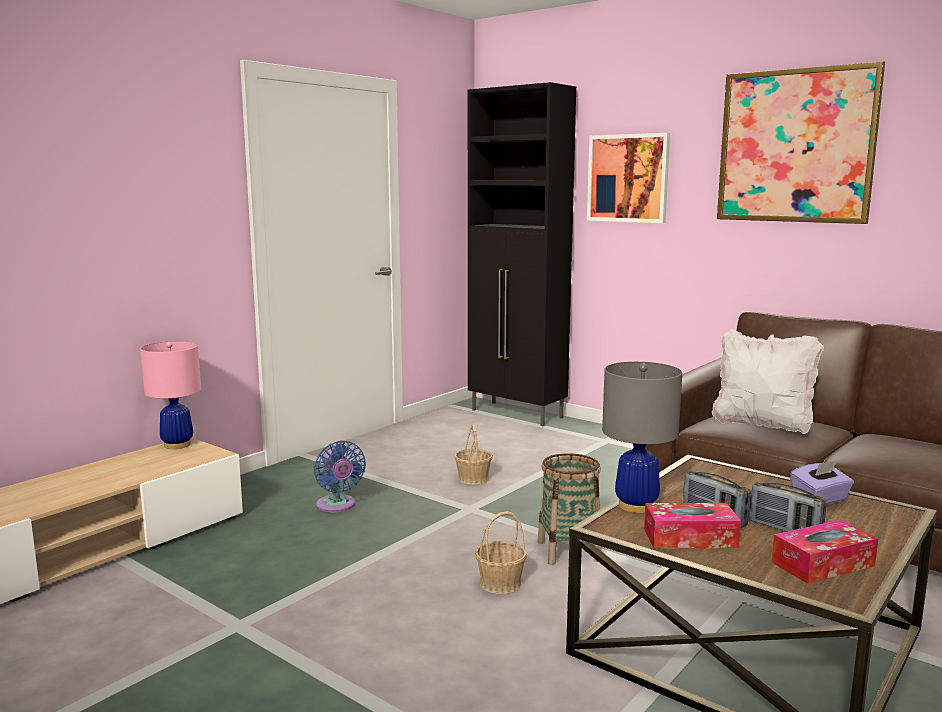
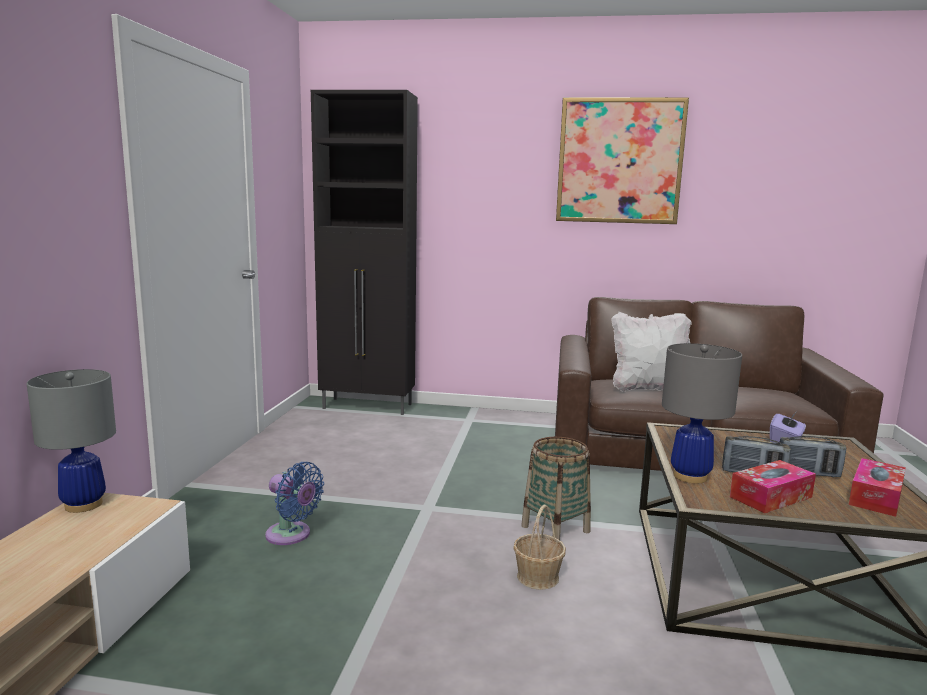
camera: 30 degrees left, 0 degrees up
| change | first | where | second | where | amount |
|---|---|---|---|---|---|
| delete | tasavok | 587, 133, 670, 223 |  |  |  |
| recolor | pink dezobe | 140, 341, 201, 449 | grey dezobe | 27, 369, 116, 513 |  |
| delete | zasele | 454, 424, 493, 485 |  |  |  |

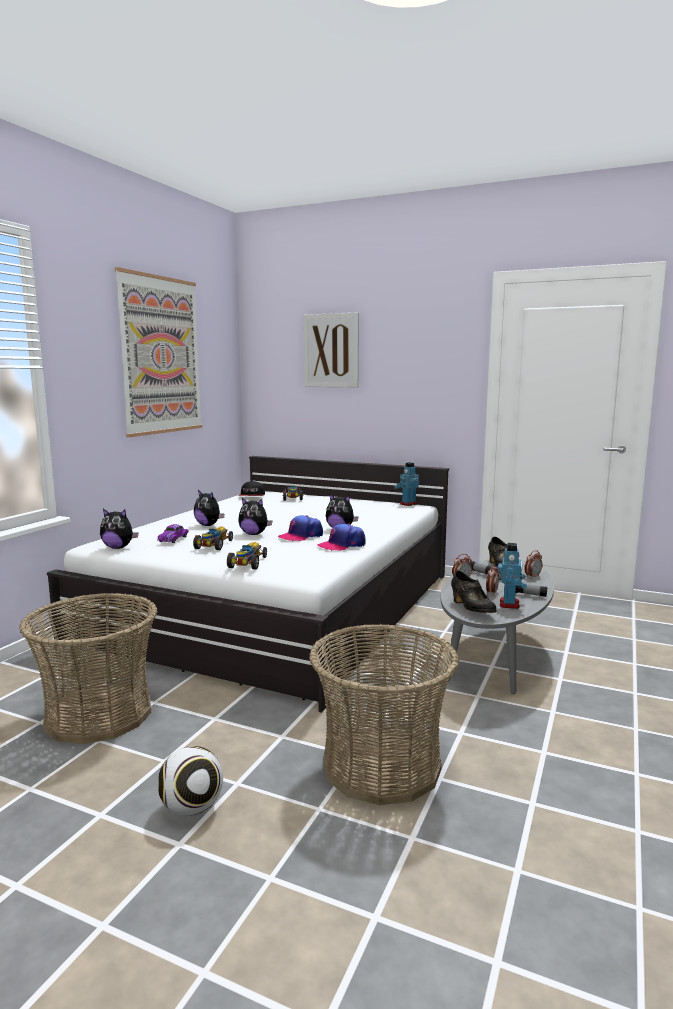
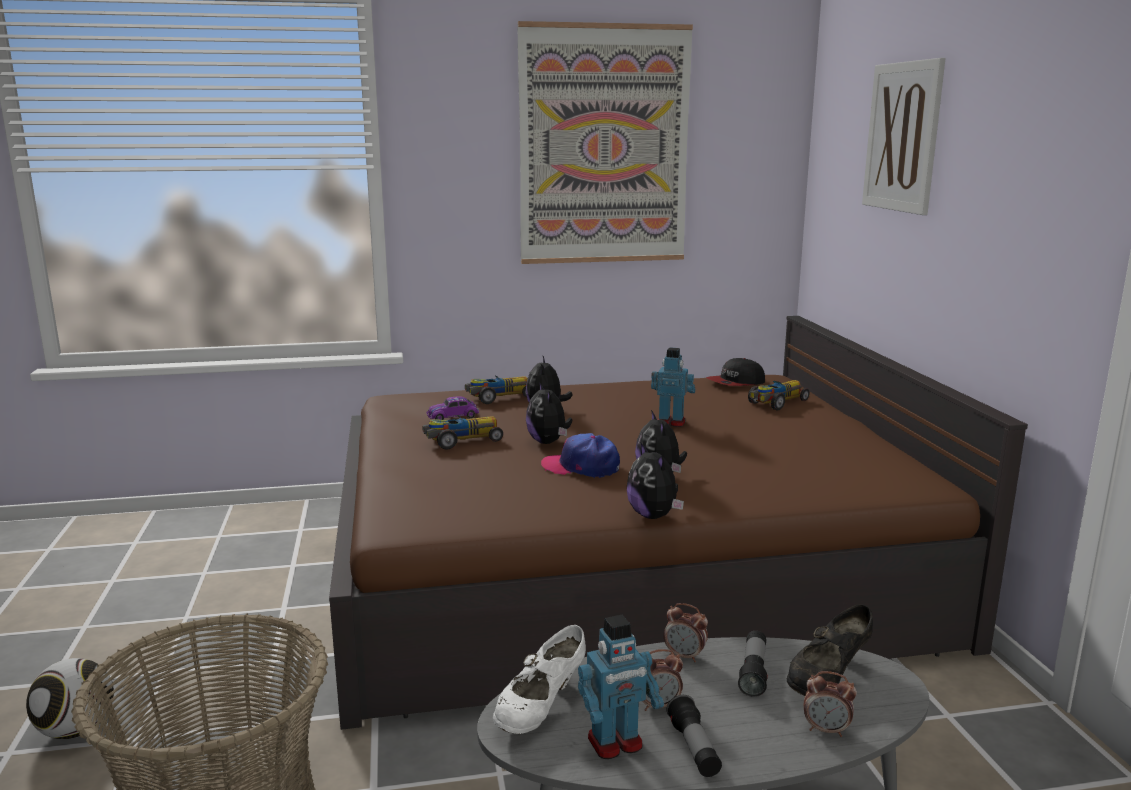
camera: 55 degrees right, 5 degrees up
| change | first | where | second | where | amount |
|---|---|---|---|---|---|
| recolor | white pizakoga | 47, 456, 449, 713 | brown pizakoga | 329, 316, 1028, 730 |  |
| move | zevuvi | 394, 462, 419, 506 |  | 651, 347, 695, 427 |  |
| move | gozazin | 100, 509, 139, 549 |  | 627, 442, 684, 519 |  |
| delete | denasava | 318, 523, 366, 551 |  |  |  |
| move | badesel | 227, 542, 267, 569 |  | 465, 375, 528, 404 |  |
| recolor | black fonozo | 451, 571, 496, 613 | white fonozo | 493, 625, 586, 734 |  |
| delete | zasele | 19, 593, 158, 744 |  |  |  |

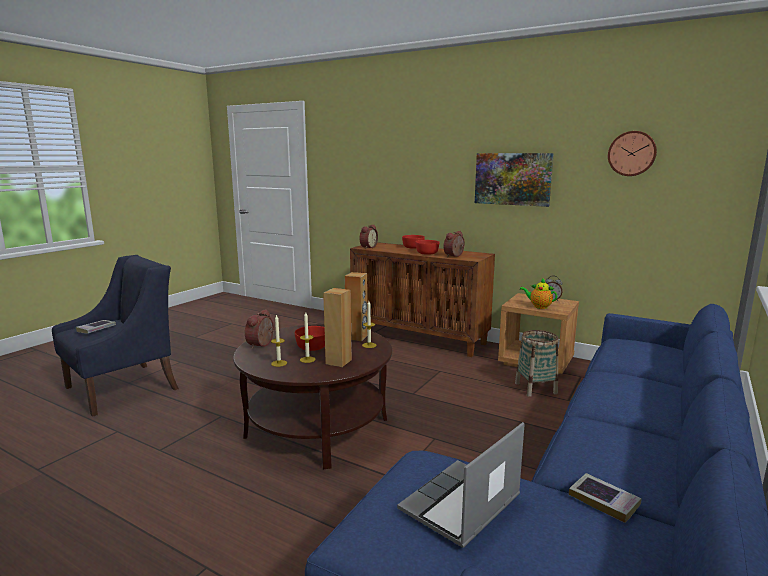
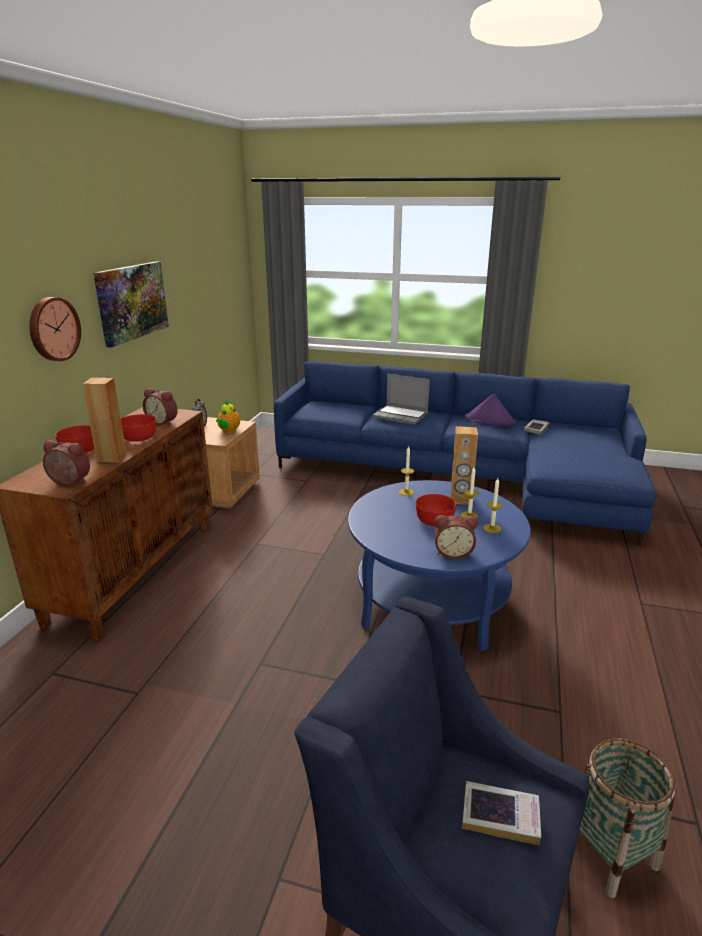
camera: 105 degrees left, 10 degrees up
| change | first | where | second | where | amount |
|---|---|---|---|---|---|
| move | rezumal | 608, 131, 657, 176 |  | 29, 297, 81, 361 |  |
| move | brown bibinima | 345, 272, 367, 341 |  | 83, 378, 127, 463 |  |
| recolor | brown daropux | 233, 324, 392, 469 | blue daropux | 348, 480, 531, 651 |  |
| move | zasele | 515, 330, 559, 397 |  | 580, 738, 676, 898 |  |
| move | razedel | 397, 422, 525, 548 |  | 373, 374, 430, 425 |  |
| insert |  |  | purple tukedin | 465, 393, 516, 426 |  |

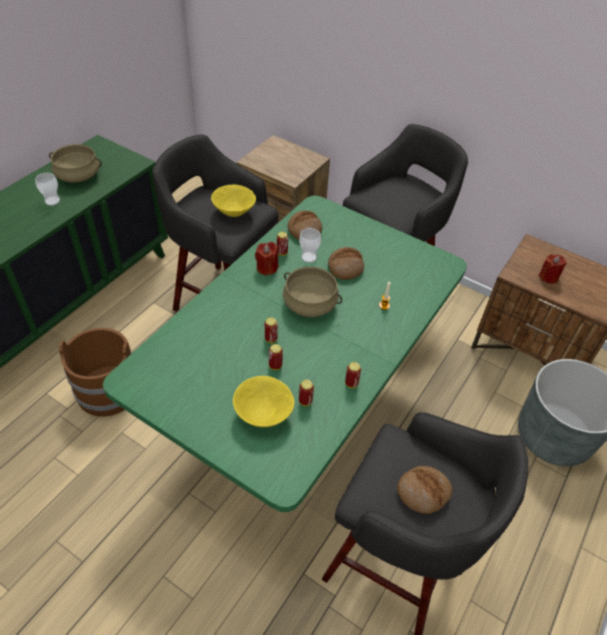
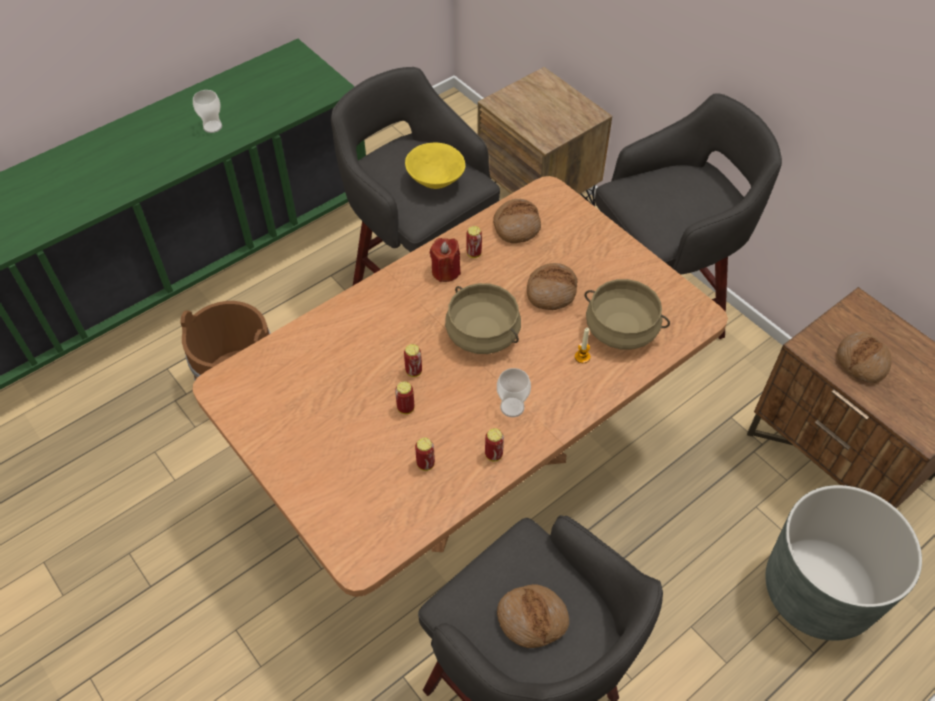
camera: 20 degrees right, 5 degrees up
| change | first | where | second | where | amount |
|---|---|---|---|---|---|
| move | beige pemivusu | 49, 144, 102, 183 |  | 584, 279, 670, 350 |  |
| recolor | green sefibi | 103, 196, 467, 512 | brown sefibi | 193, 176, 728, 597 |  |
| move | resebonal | 299, 228, 321, 263 |  | 497, 368, 531, 417 |  |
| replace | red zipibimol | 538, 254, 567, 284 | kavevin | 837, 332, 892, 383 |  |
| delete | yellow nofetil | 233, 376, 294, 427 |  |  |  |

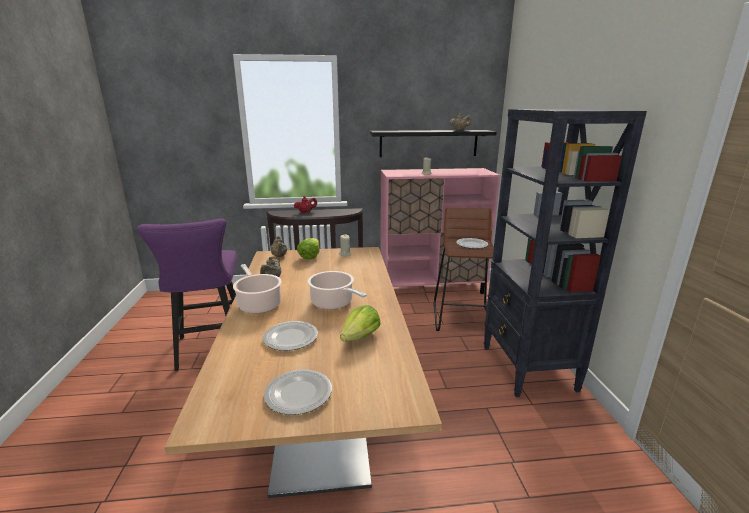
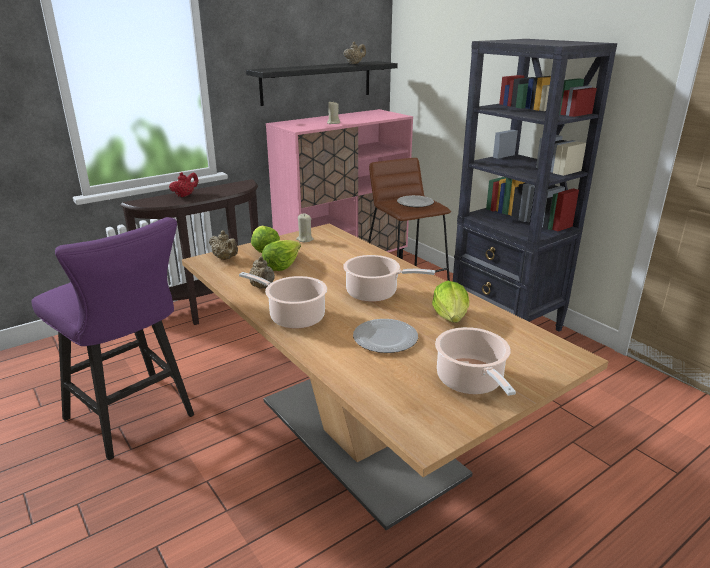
camera: 30 degrees left, 5 degrees up
| change | first | where | second | where | amount |
|---|---|---|---|---|---|
| replace | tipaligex | 264, 369, 332, 415 | pemivusu | 435, 327, 516, 396 |  |
| insert |  |  | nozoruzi | 262, 240, 301, 271 |  |

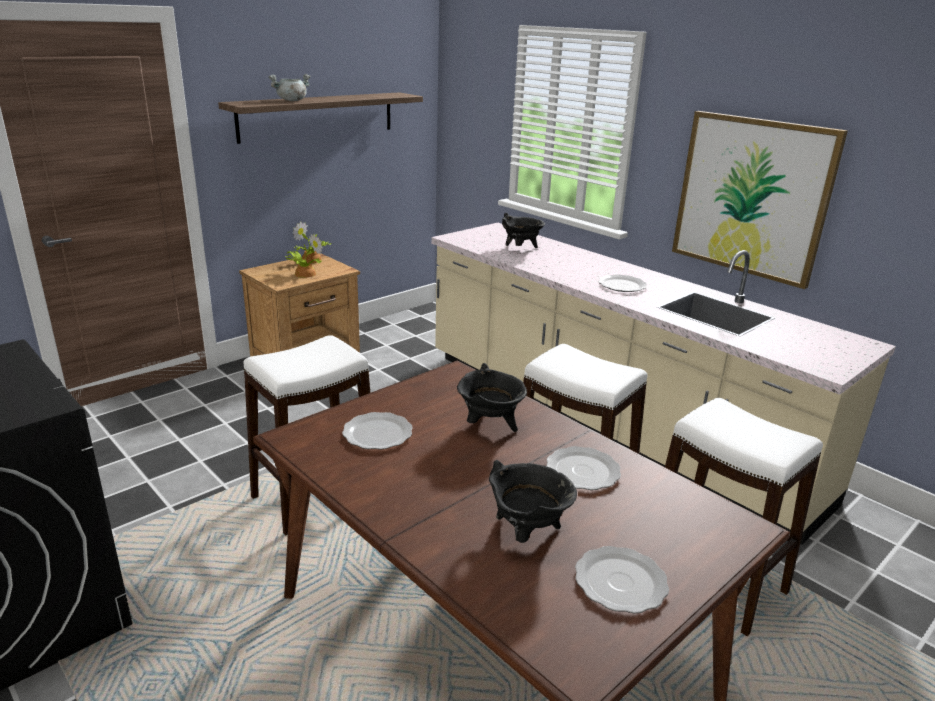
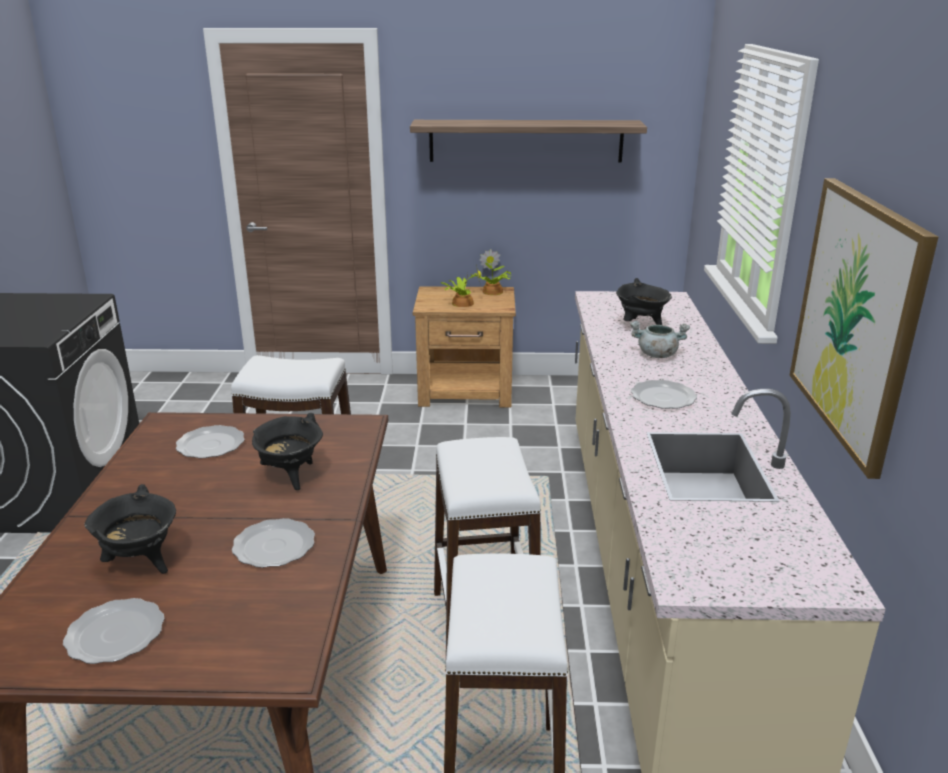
camera: 45 degrees right, 0 degrees up
| change | first | where | second | where | amount |
|---|---|---|---|---|---|
| move | grey pemivusu | 268, 74, 311, 101 |  | 630, 321, 690, 358 |  |

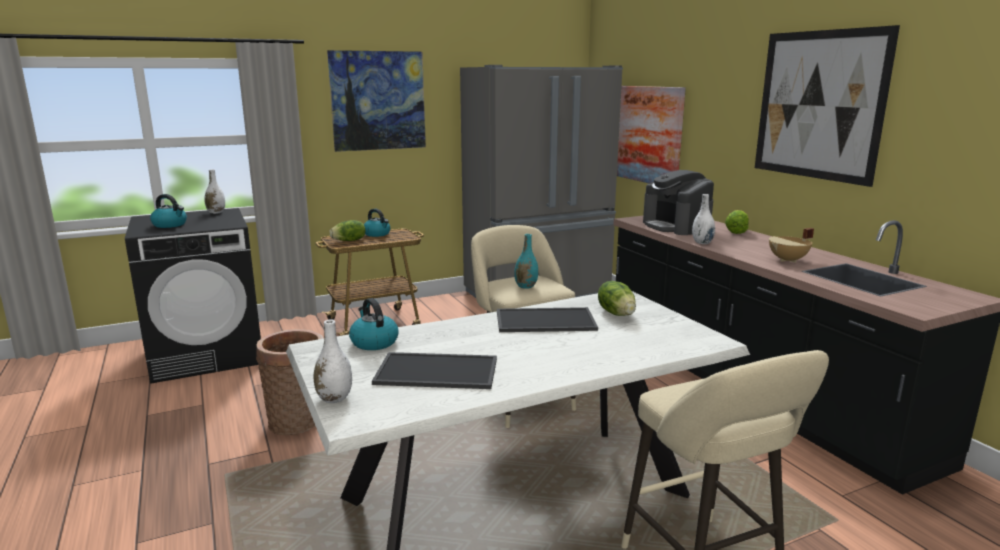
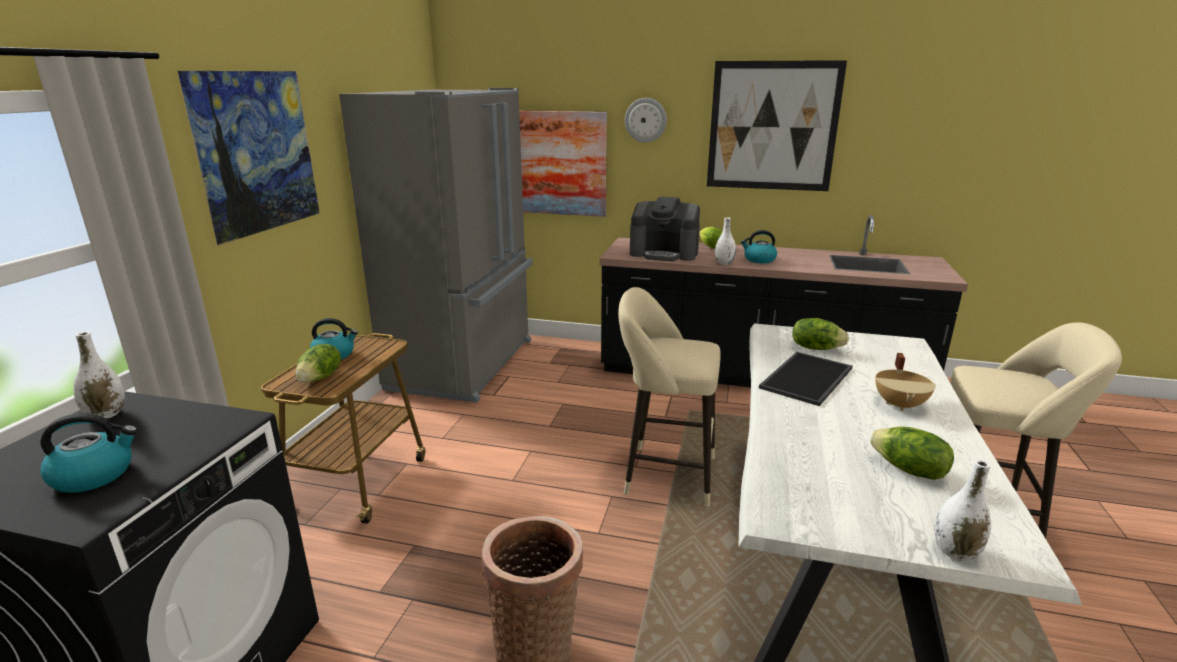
camera: 50 degrees left, 5 degrees up
| change | first | where | second | where | amount |
|---|---|---|---|---|---|
| move | beige pemivusu | 769, 228, 814, 263 |  | 875, 353, 936, 411 |  |
| delete | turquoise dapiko | 514, 234, 538, 289 |  |  |  |
| move | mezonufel | 349, 298, 399, 350 |  | 741, 230, 777, 263 |  |
| replace | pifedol | 372, 352, 497, 389 | nozoruzi | 870, 427, 954, 480 |  |
| insert |  |  | rezumal | 625, 98, 667, 142 |  |

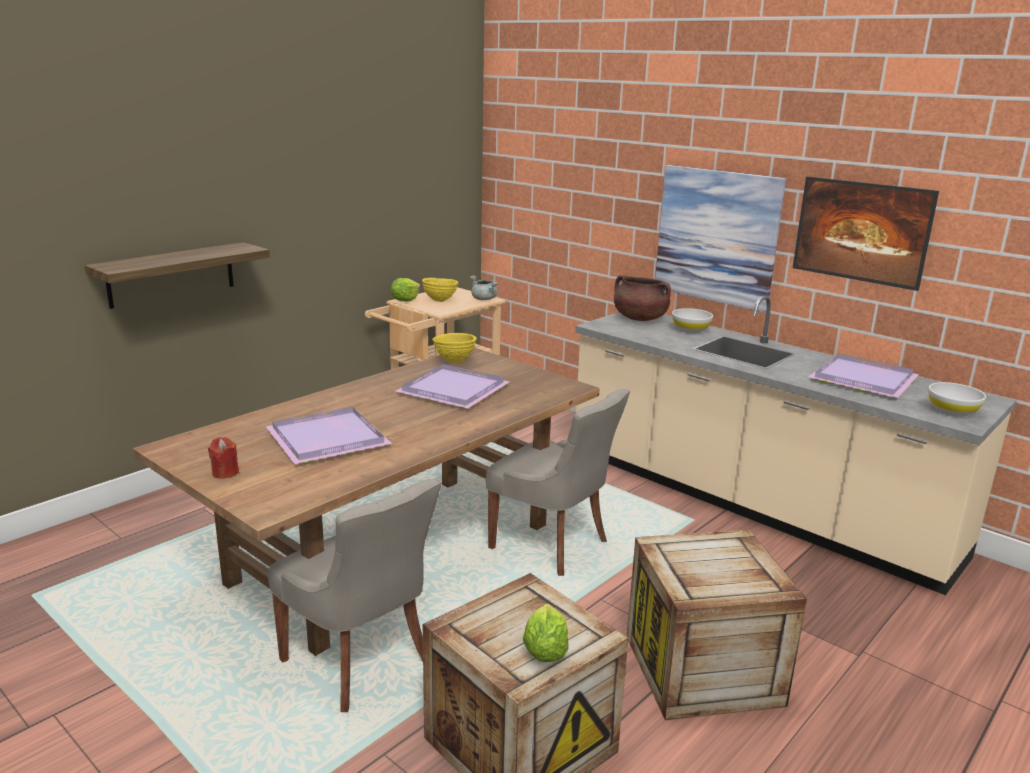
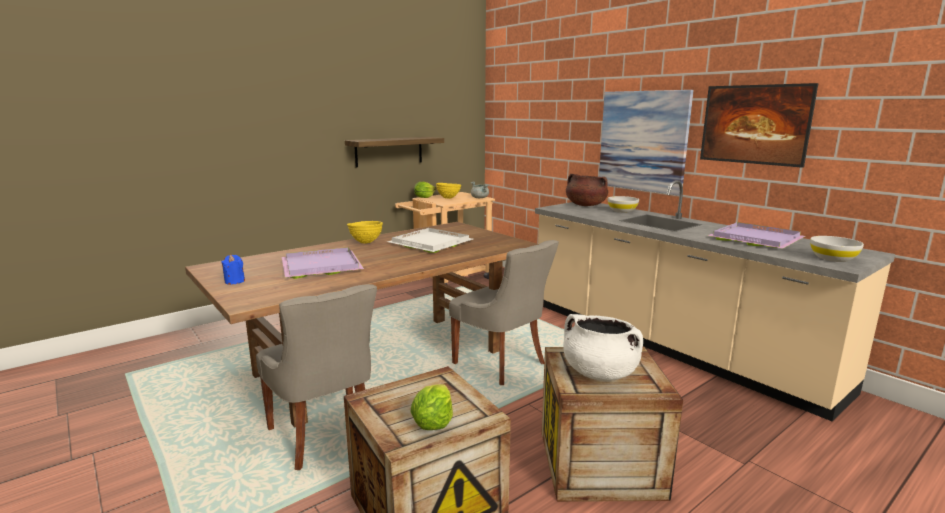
camera: 10 degrees right, 5 degrees down
| change | first | where | second | where | amount |
|---|---|---|---|---|---|
| move | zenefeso | 84, 242, 270, 309 |  | 345, 137, 444, 167 |  |
| move | yellow nofetil | 432, 333, 477, 363 |  | 347, 221, 383, 244 |  |
| recolor | purple pifedol | 395, 364, 509, 409 | white pifedol | 388, 228, 473, 253 |  |
| recolor | red zipibimol | 208, 437, 239, 479 | blue zipibimol | 221, 255, 245, 285 |  |
| insert |  |  | white pemivusu | 563, 314, 643, 381 |  |

